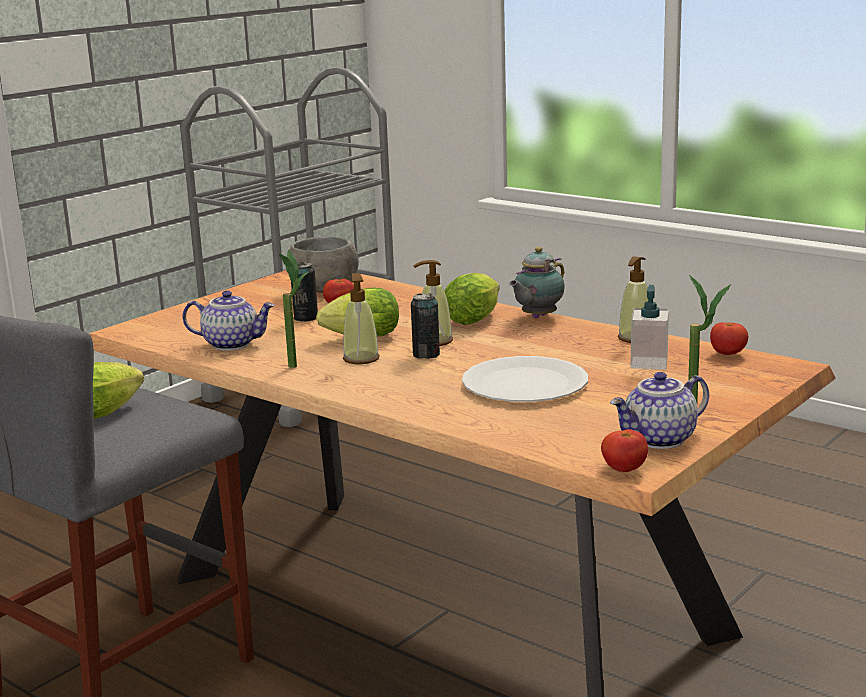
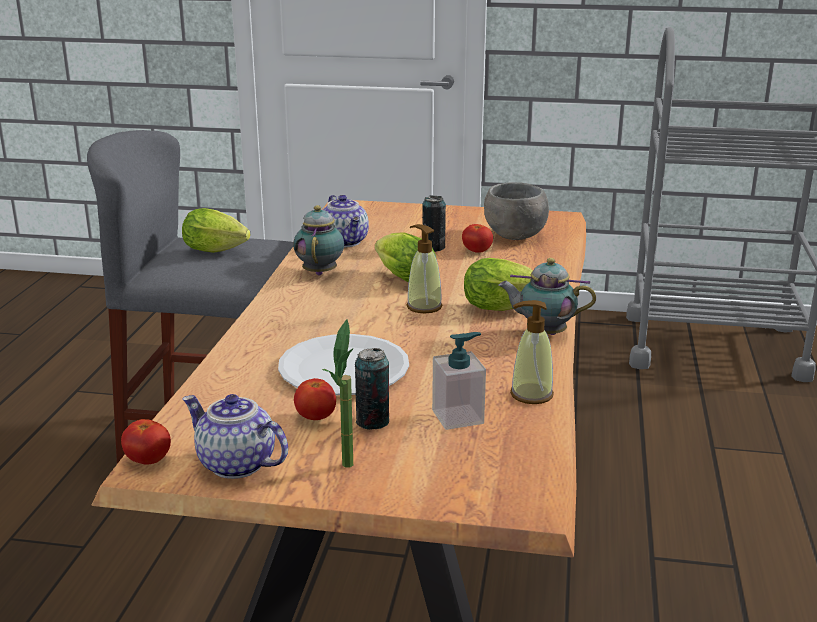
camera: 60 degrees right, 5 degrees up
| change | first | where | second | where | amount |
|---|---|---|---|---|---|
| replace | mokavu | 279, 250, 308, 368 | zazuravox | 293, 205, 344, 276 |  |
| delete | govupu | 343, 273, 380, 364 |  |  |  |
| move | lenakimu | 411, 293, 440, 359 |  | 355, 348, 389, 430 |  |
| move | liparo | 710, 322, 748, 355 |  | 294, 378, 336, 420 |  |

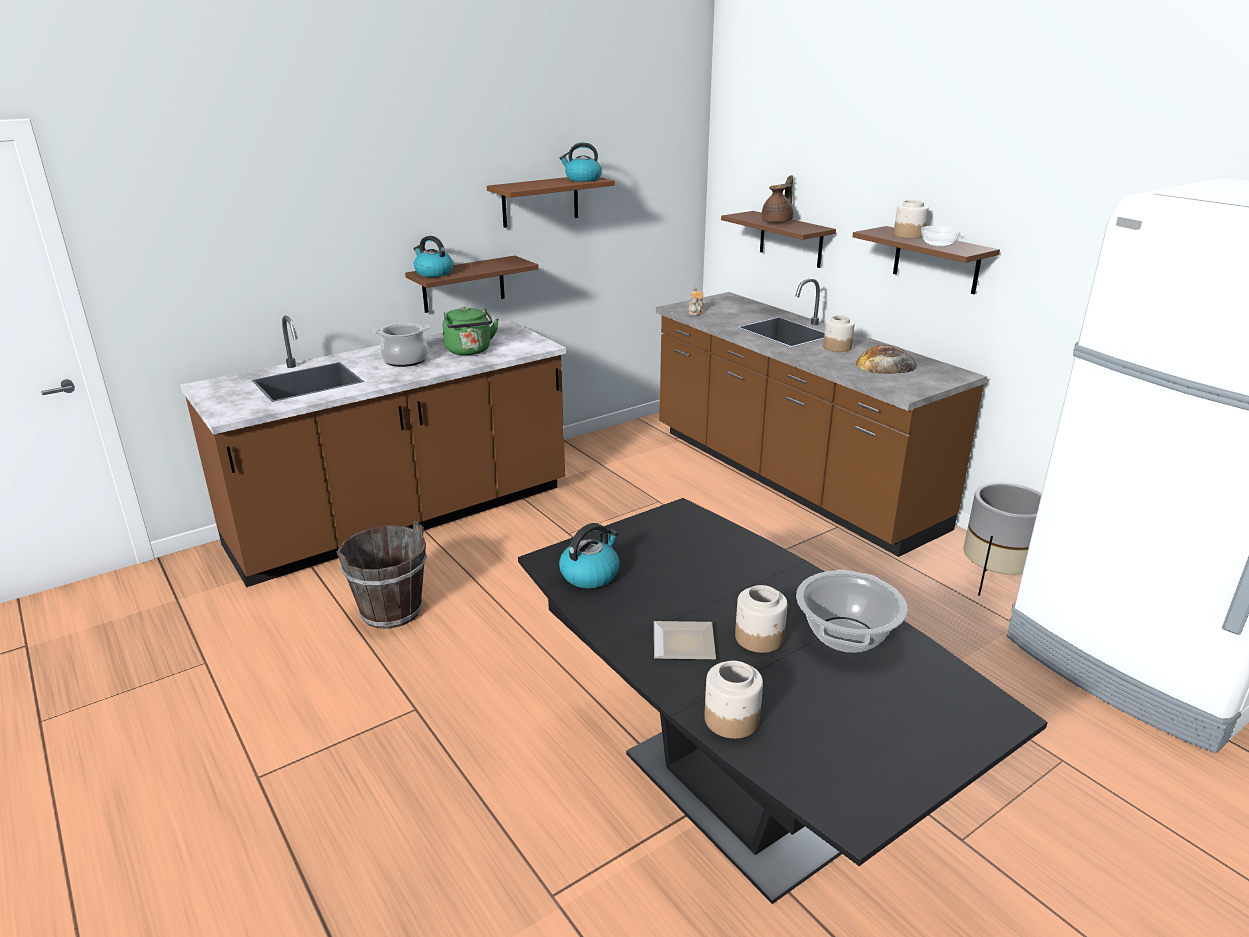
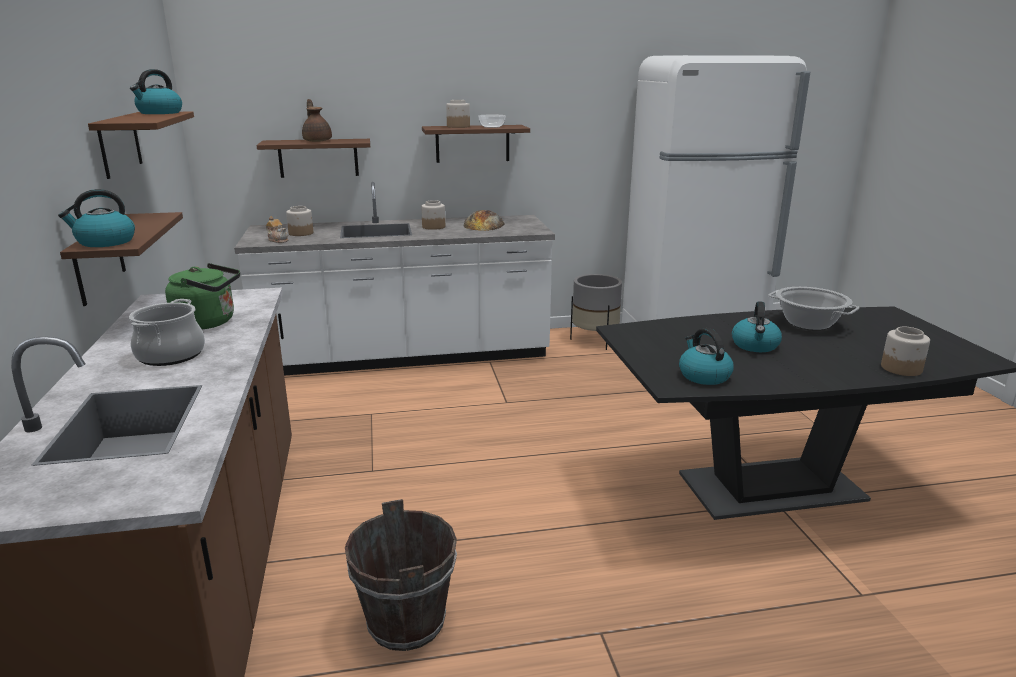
camera: 65 degrees left, 5 degrees down
| change | first | where | second | where | amount |
|---|---|---|---|---|---|
| recolor | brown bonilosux | 656, 278, 987, 557 | white bonilosux | 234, 182, 555, 376 |  |
| move | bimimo | 735, 585, 788, 653 |  | 286, 206, 313, 236 |  |
| delete | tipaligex | 654, 621, 716, 660 |  |  |  |
| insert |  |  | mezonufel | 732, 301, 782, 352 |  |

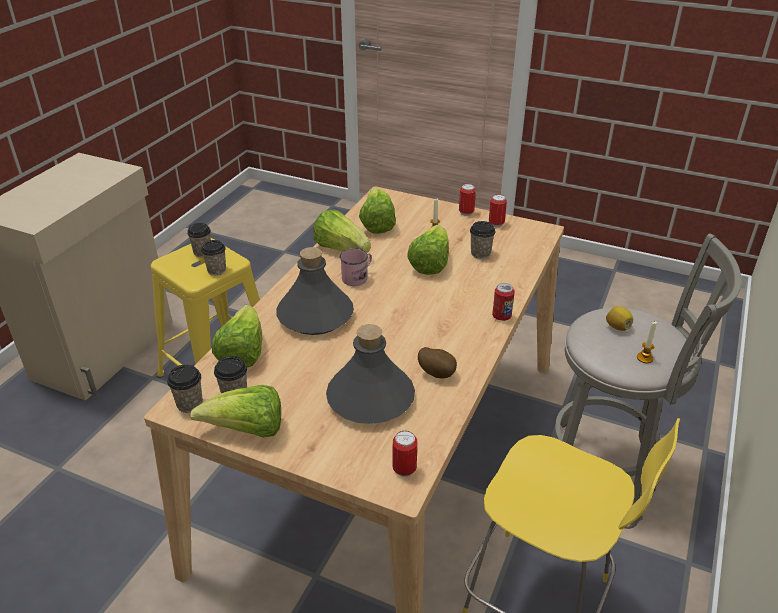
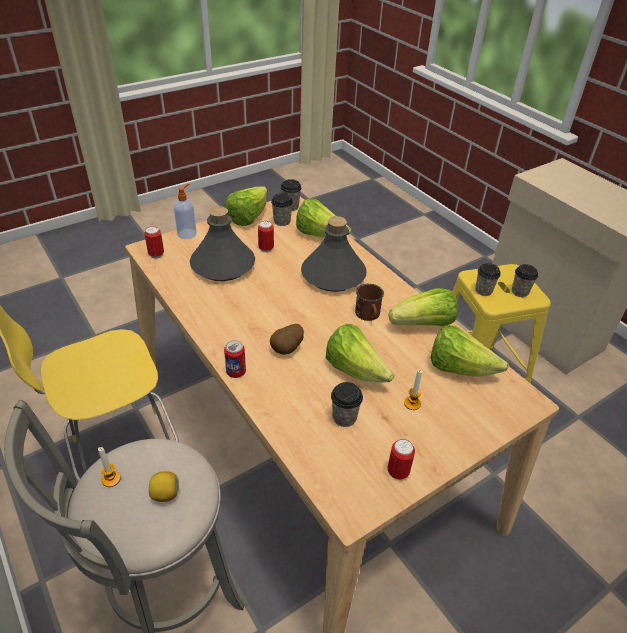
camera: 120 degrees right, 5 degrees up
| change | first | where | second | where | amount |
|---|---|---|---|---|---|
| move | lenakimu | 459, 184, 476, 216 |  | 258, 221, 274, 252 |  |
| recolor | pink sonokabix | 340, 249, 372, 286 | brown sonokabix | 355, 284, 384, 321 |  |
| move | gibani | 418, 347, 457, 379 |  | 270, 324, 304, 355 |  |
| insert |  |  | govupu | 174, 184, 197, 239 |  |

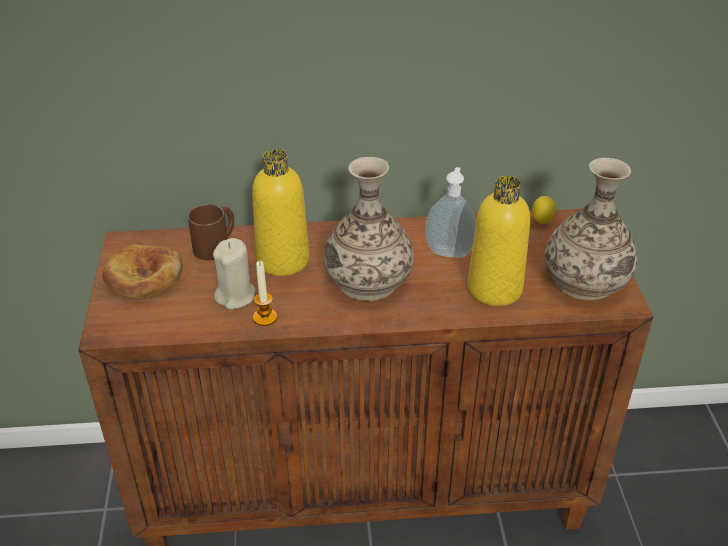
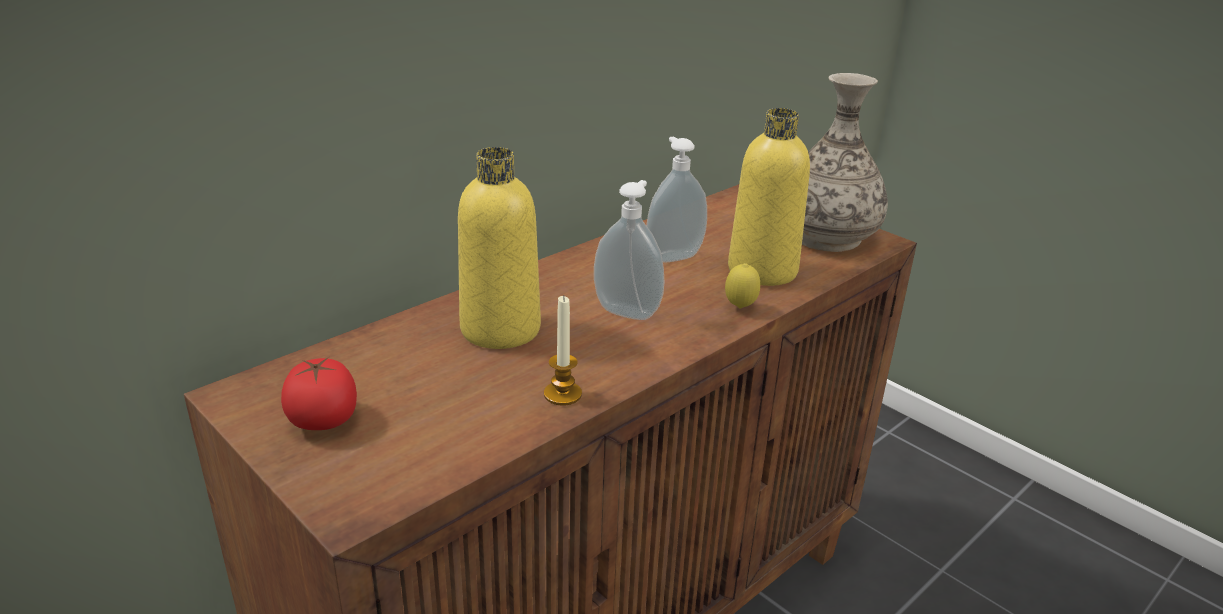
camera: 40 degrees left, 10 degrees down
| change | first | where | second | where | amount |
|---|---|---|---|---|---|
| replace | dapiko | 324, 157, 414, 301 | govupu | 594, 180, 664, 320 |  |
| move | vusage | 532, 196, 556, 224 |  | 725, 263, 760, 309 |  |
| delete | brown sonokabix | 188, 204, 234, 261 |  |  |  |
| delete | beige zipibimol | 213, 238, 256, 309 |  |  |  |
| replace | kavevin | 102, 245, 183, 299 | liparo | 281, 357, 357, 430 |  |

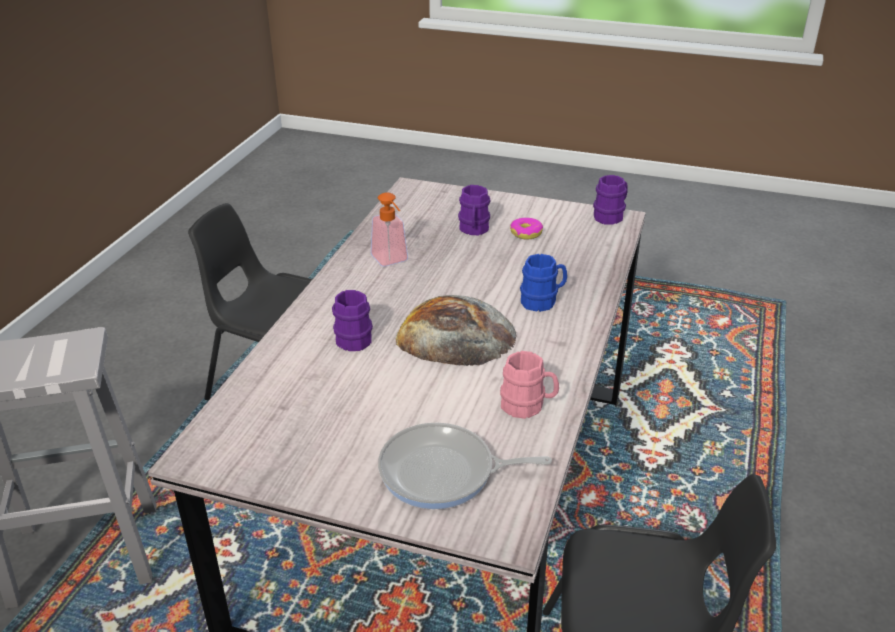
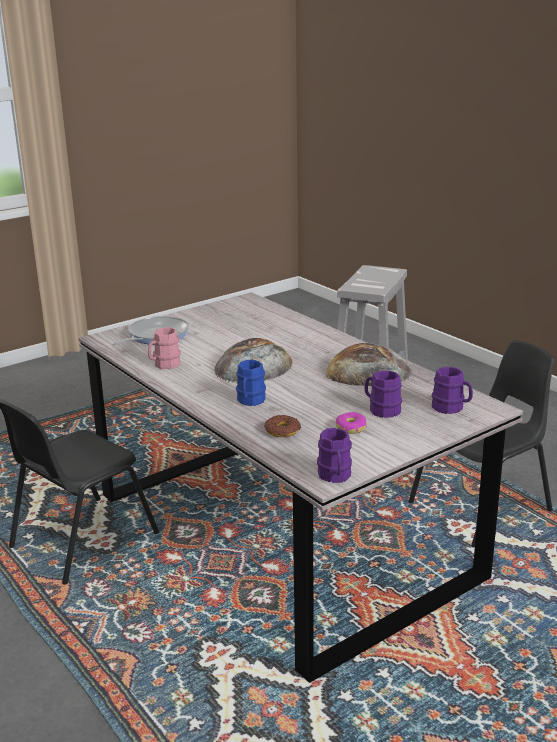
camera: 125 degrees right, 10 degrees down
| change | first | where | second | where | amount |
|---|---|---|---|---|---|
| replace | govupu | 371, 192, 408, 266 | kavevin | 326, 343, 412, 386 |  |
| move | purple sonokabix | 332, 290, 373, 351 |  | 432, 367, 473, 414 |  |
| insert |  |  | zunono | 264, 415, 301, 437 |  |

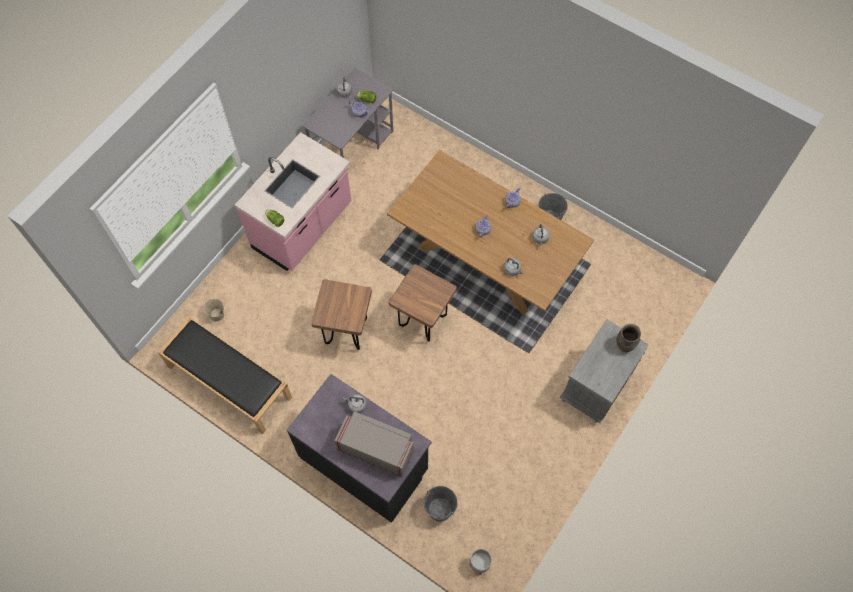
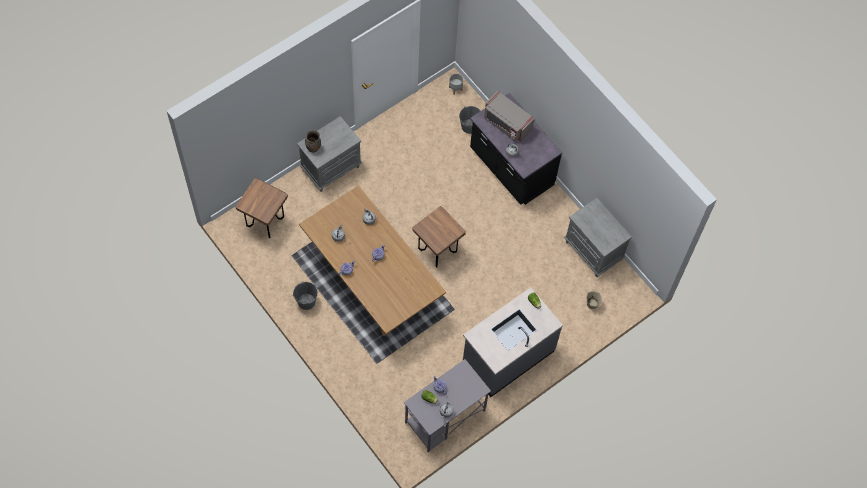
camera: 165 degrees left, 0 degrees up
| change | first | where | second | where | amount |
|---|---|---|---|---|---|
| recolor | pink bonilosux | 235, 132, 351, 271 | grey bonilosux | 463, 287, 563, 397 |  |
| move | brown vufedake | 311, 279, 372, 350 |  | 236, 178, 288, 238 |  |
| replace | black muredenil | 158, 317, 292, 434 | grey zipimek | 564, 198, 632, 277 |  |

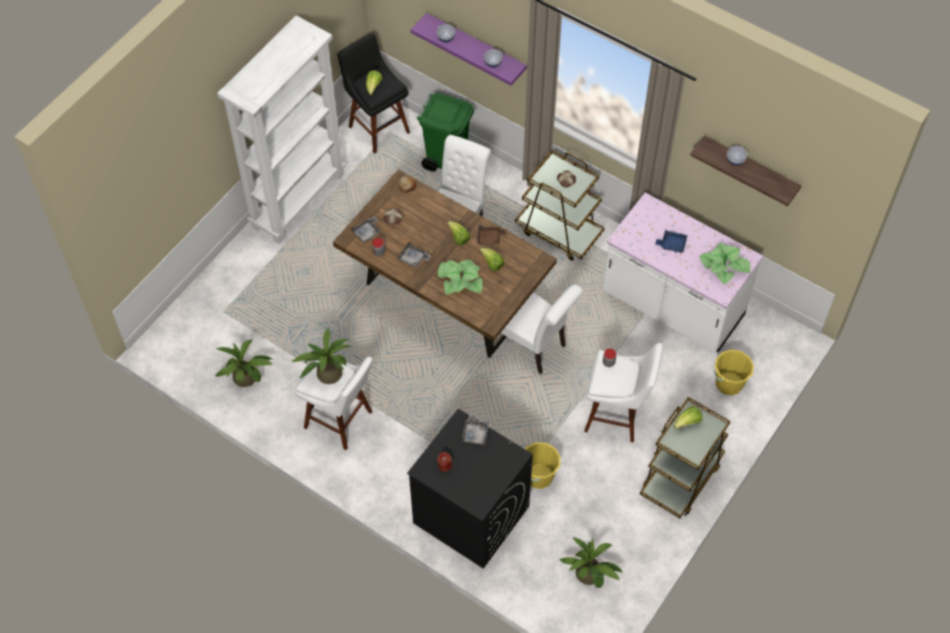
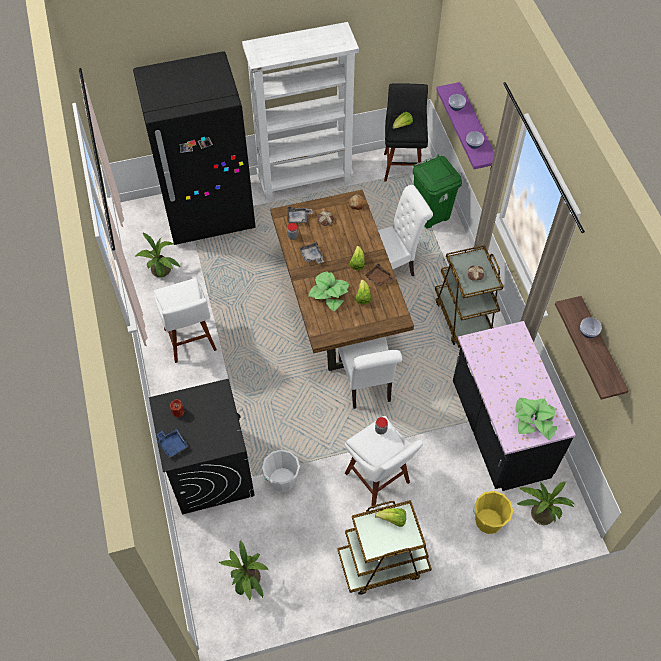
camera: 40 degrees right, 0 degrees up
| change | first | where | second | where | amount |
|---|---|---|---|---|---|
| recolor | white bonilosux | 603, 193, 763, 353 | black bonilosux | 453, 321, 576, 491 |  |
| move | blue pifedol | 655, 230, 687, 253 |  | 156, 429, 189, 458 |  |
| move | mokavu | 292, 328, 352, 384 |  | 516, 482, 574, 525 |  |
| delete | grey pifedol | 461, 414, 489, 445 |  |  |  |
| recolor | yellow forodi | 525, 442, 560, 489 | white forodi | 262, 450, 300, 492 |  |
| insert |  |  | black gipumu | 133, 51, 256, 245 |  |

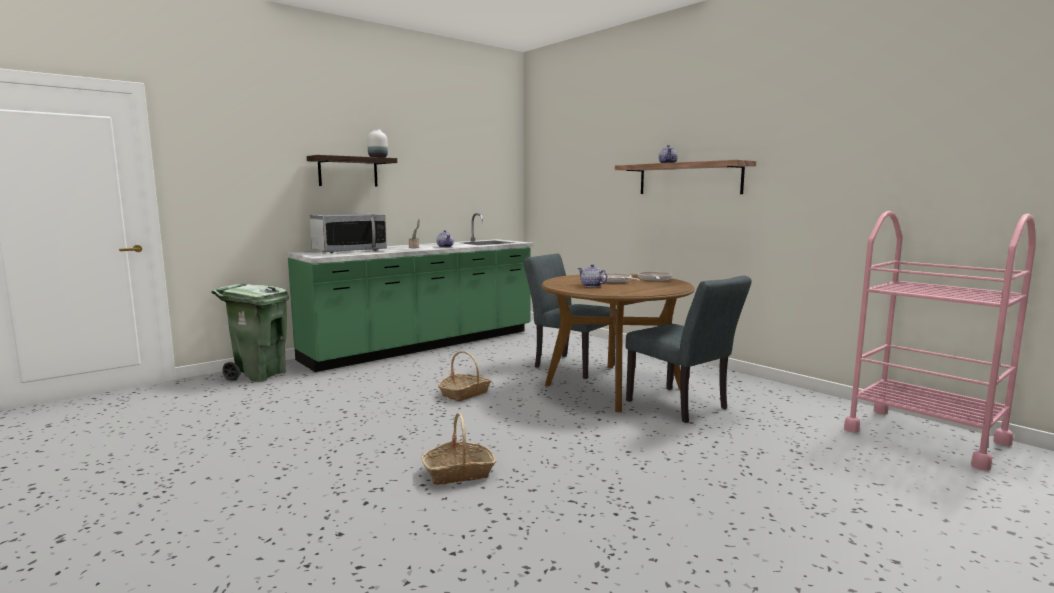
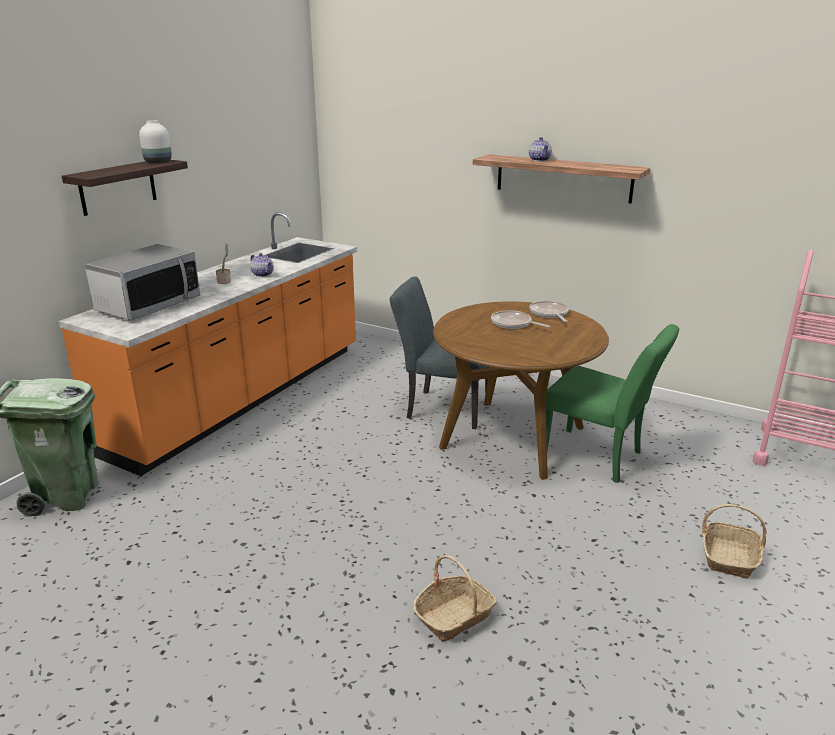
camera: 20 degrees left, 15 degrees up
| change | first | where | second | where | amount |
|---|---|---|---|---|---|
| recolor | green bonilosux | 286, 213, 534, 372 | orange bonilosux | 58, 212, 357, 476 |  |
| delete | zazuravox | 578, 264, 608, 287 |  |  |  |
| recolor | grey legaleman | 626, 275, 752, 423 | green legaleman | 546, 324, 679, 483 |  |
| move | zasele | 438, 351, 492, 401 |  | 702, 504, 766, 579 |  |

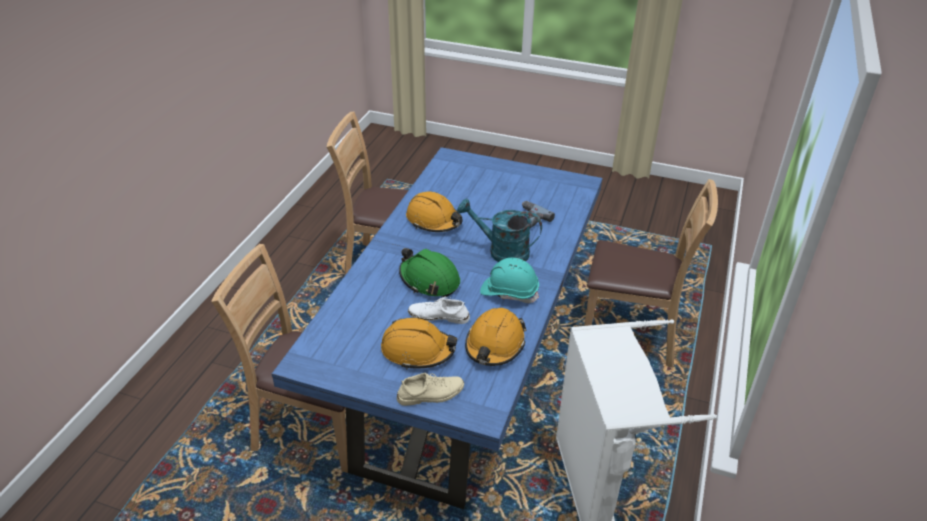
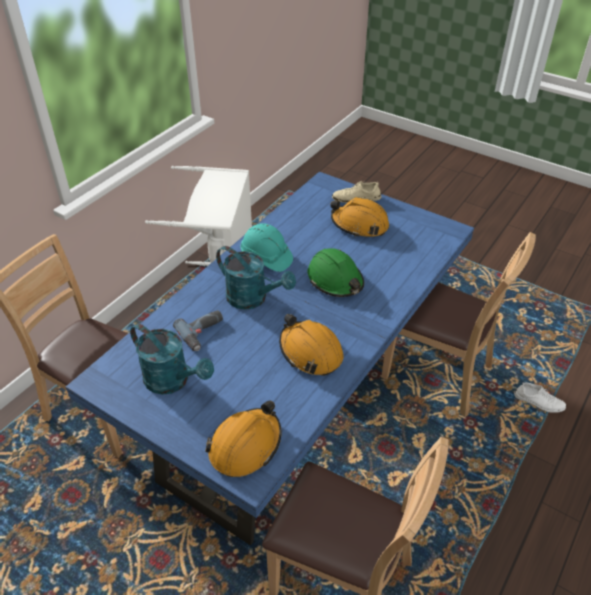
camera: 165 degrees left, 5 degrees up
| change | first | where | second | where | amount |
|---|---|---|---|---|---|
| move | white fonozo | 408, 297, 470, 324 |  | 514, 382, 566, 413 |  |
| move | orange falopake | 465, 308, 527, 366 |  | 205, 400, 282, 477 |  |
| insert |  |  | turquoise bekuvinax | 130, 323, 214, 395 |  |

